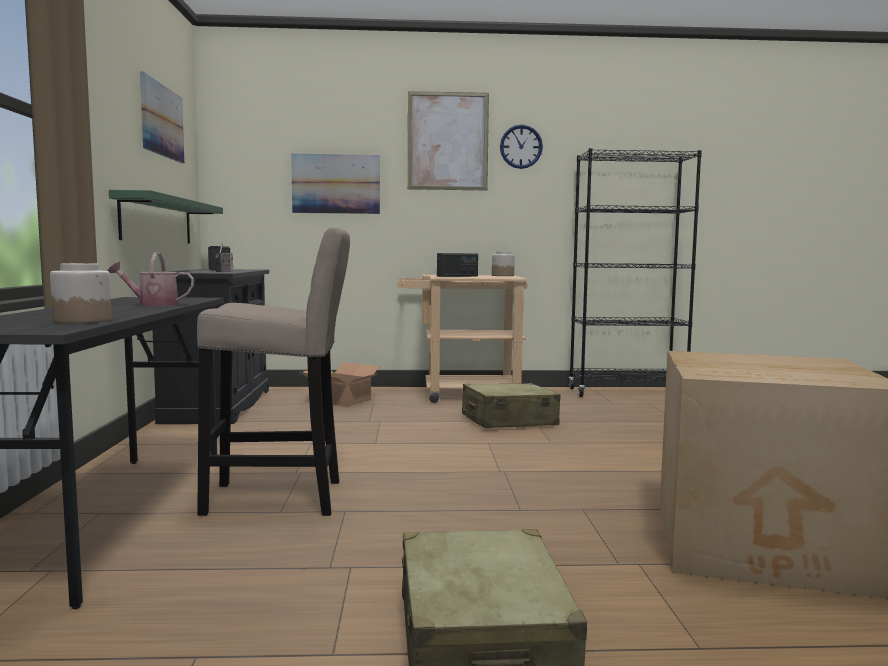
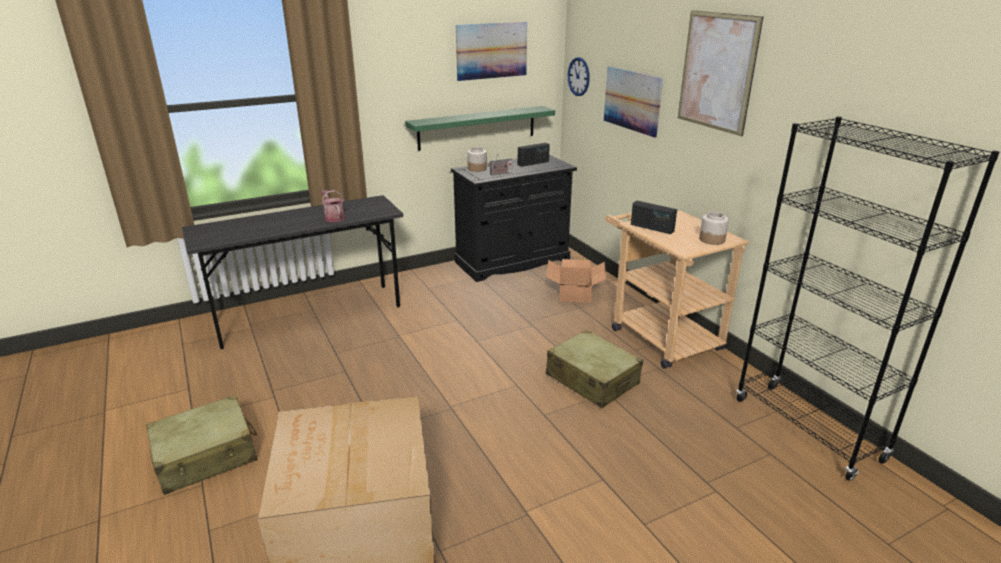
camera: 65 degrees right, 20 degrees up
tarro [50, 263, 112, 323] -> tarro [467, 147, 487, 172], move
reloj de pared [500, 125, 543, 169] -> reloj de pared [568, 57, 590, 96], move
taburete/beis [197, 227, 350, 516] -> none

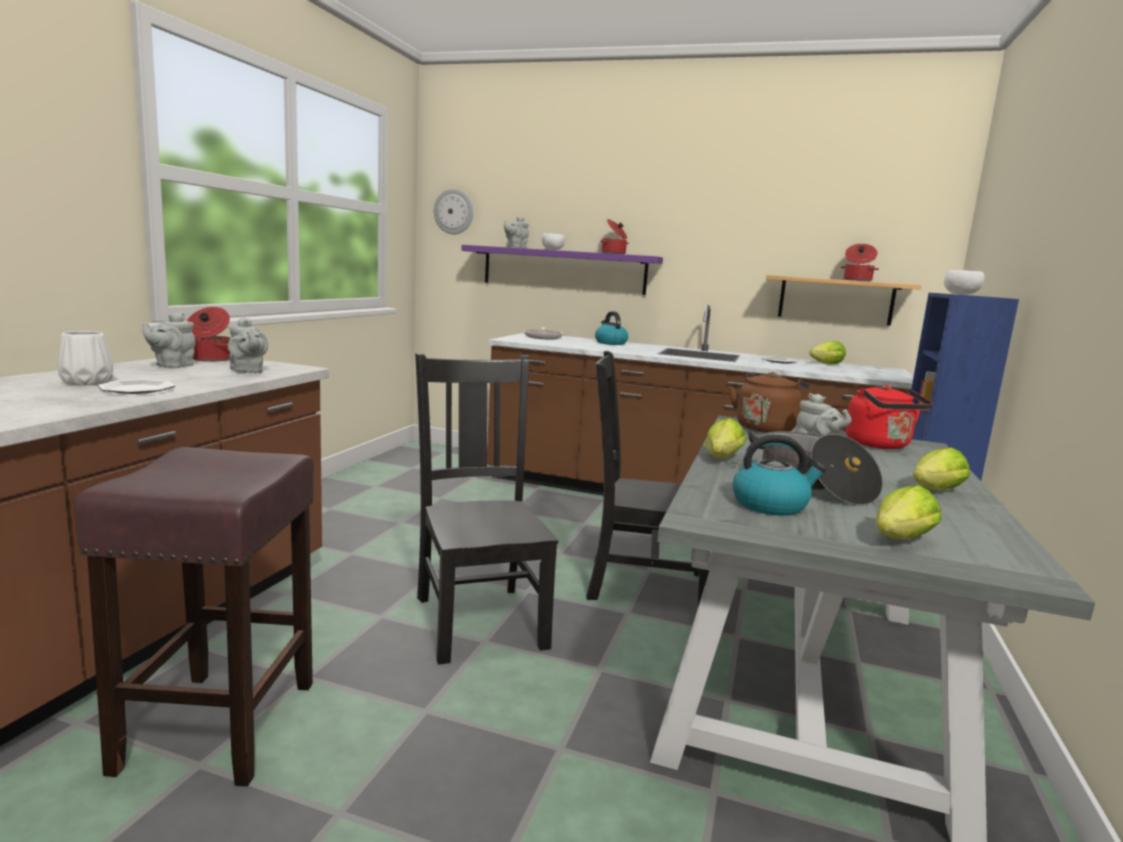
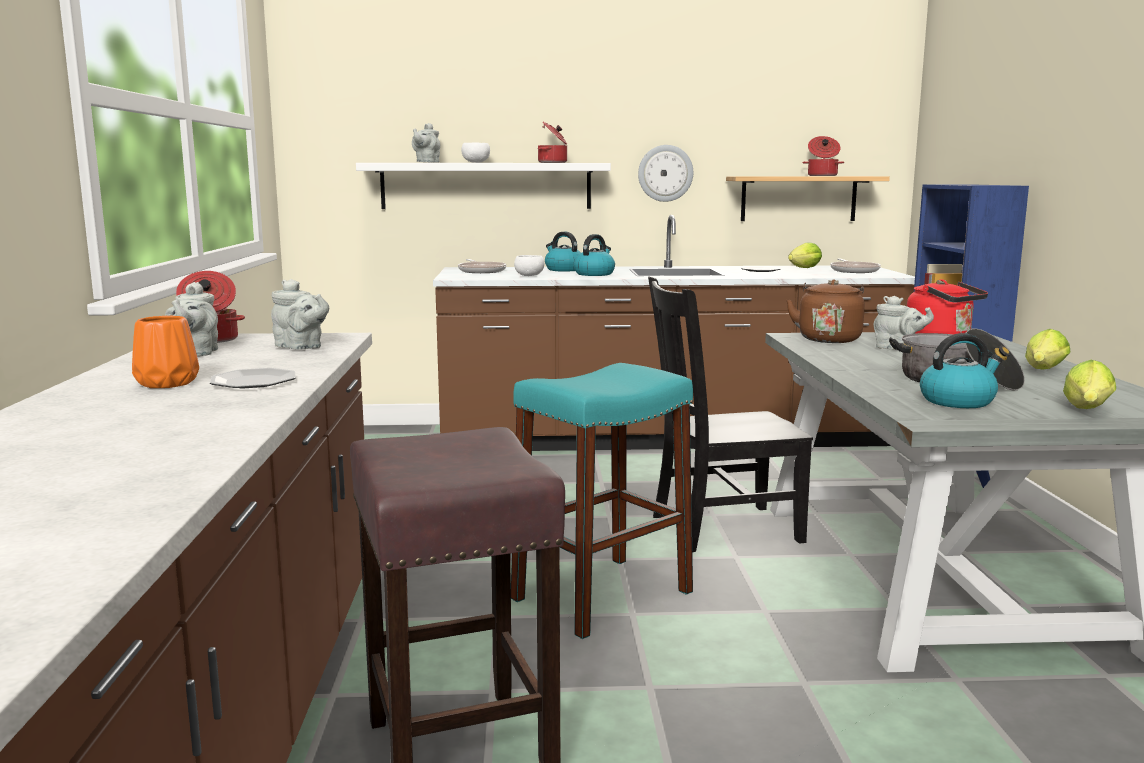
camera: 20 degrees left, 0 degrees up
florero/blanco [57, 331, 113, 386] -> florero/naranja [132, 316, 199, 388]
estante/morado [461, 245, 663, 295] -> estante/blanco [356, 163, 611, 209]
silla/negro [415, 353, 558, 665] -> taburete/turquesa [511, 363, 693, 639]
cuenco/blanco [944, 270, 985, 295] -> cuenco/blanco [514, 255, 544, 276], move
none -> hervidor [574, 234, 615, 276]
reloj de pared [434, 189, 473, 234] -> reloj de pared [638, 145, 693, 202], move
none -> sartén [830, 259, 881, 273]
lechuga [705, 418, 746, 458] -> none

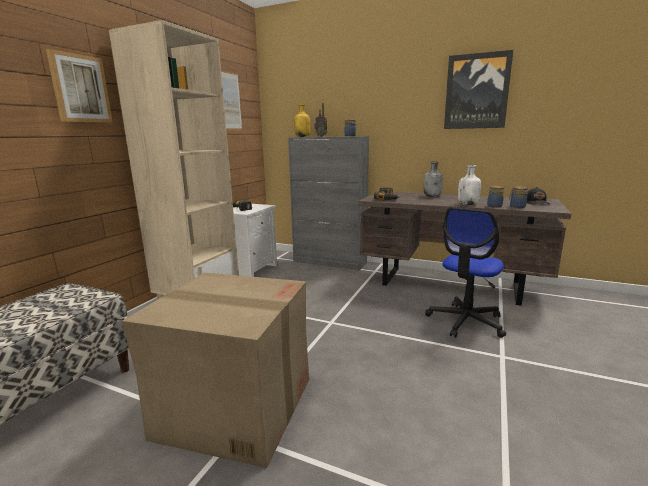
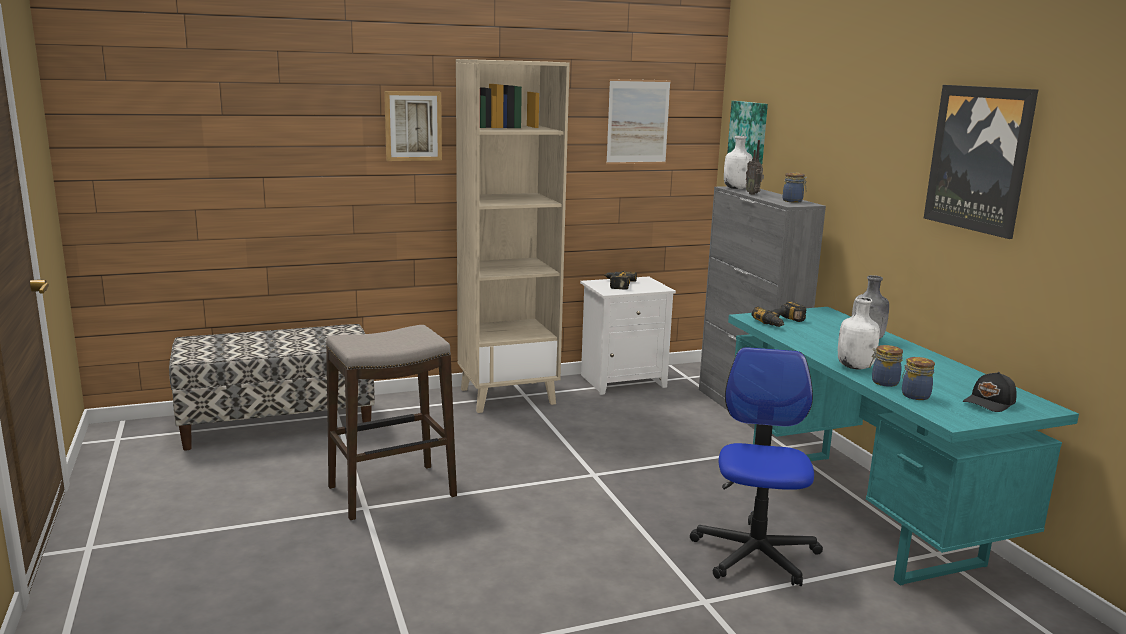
camera: 45 degrees right, 0 degrees up
caja de cartón [122, 273, 309, 468] -> taburete [326, 325, 457, 520]
silla de oficina [425, 207, 506, 338] -> silla de oficina [690, 347, 823, 586], 105 degrees clockwise
botella/amarillo [294, 104, 310, 137] -> botella/blanco [724, 136, 753, 189]
none -> cuadro [727, 101, 768, 165]
escritorio/marrón [358, 191, 571, 306] -> escritorio/turquesa [728, 307, 1079, 586]

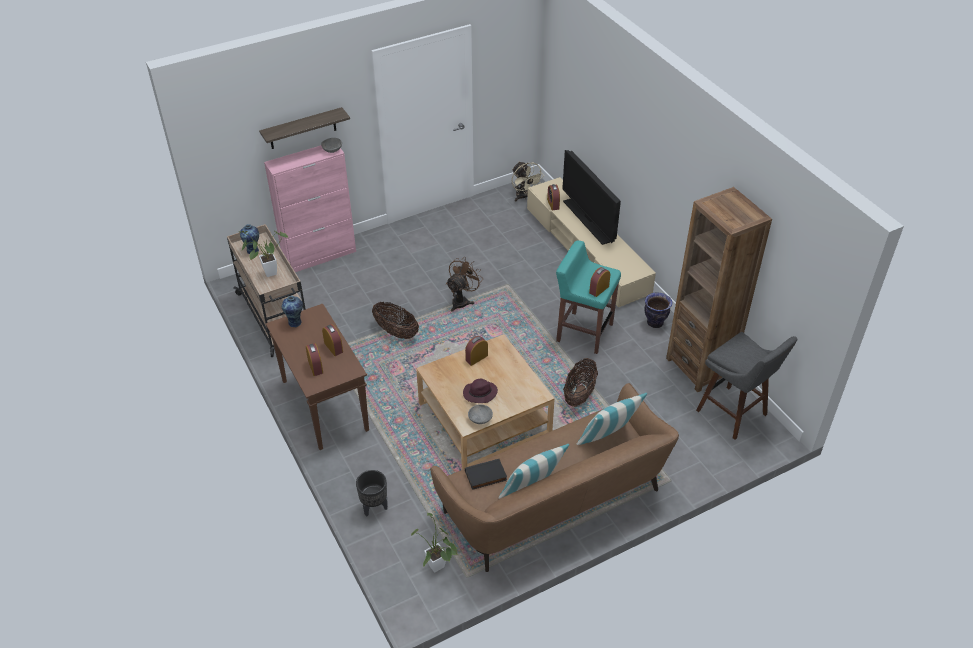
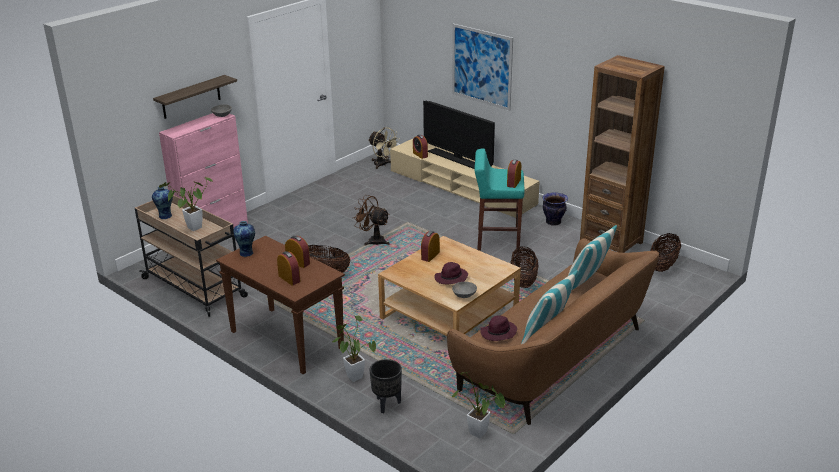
camera: 20 degrees left, 15 degrees down
none -> planta en maceta [332, 316, 376, 382]
ventilador/marrón [446, 257, 481, 312] -> ventilador/marrón [353, 195, 390, 246], 75 degrees counterclockwise
none -> cuadro [452, 24, 513, 111]
libro/negro [465, 459, 507, 490] -> sombrero/morado [480, 315, 517, 341]
taburete/gris [696, 332, 798, 440] -> cesta [650, 233, 681, 272]

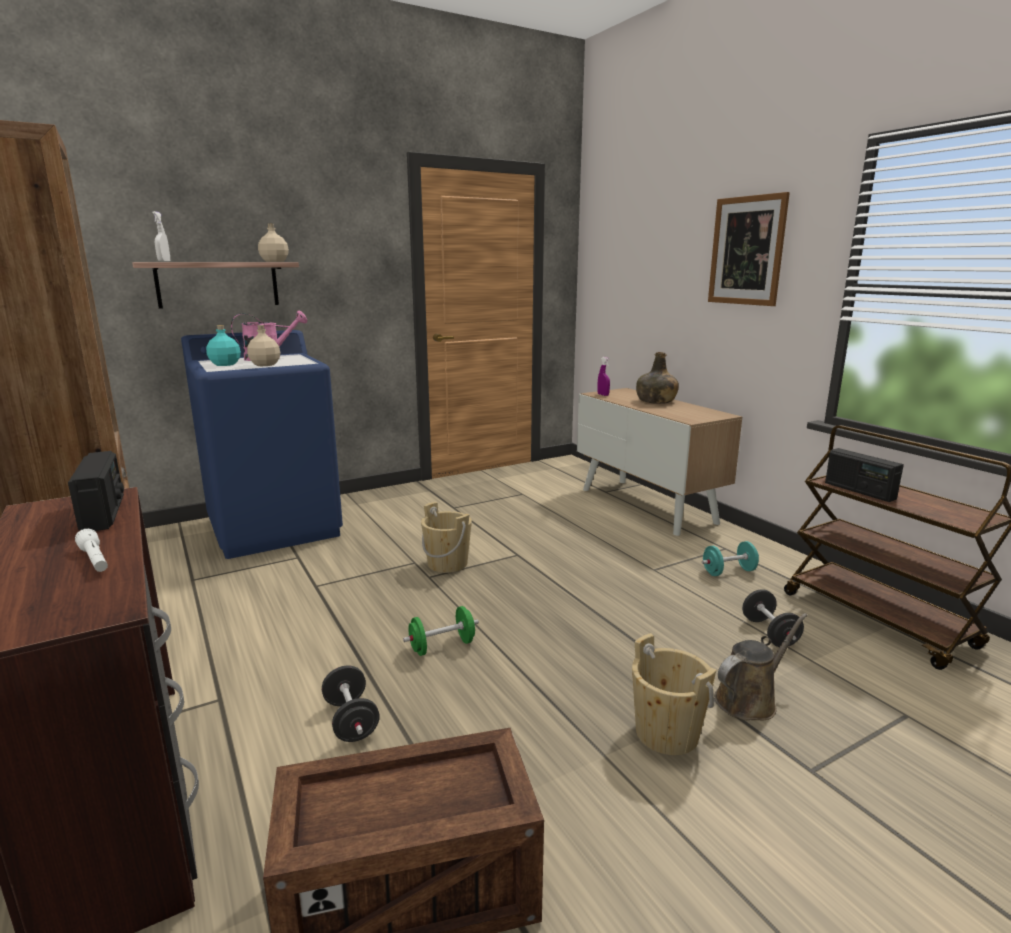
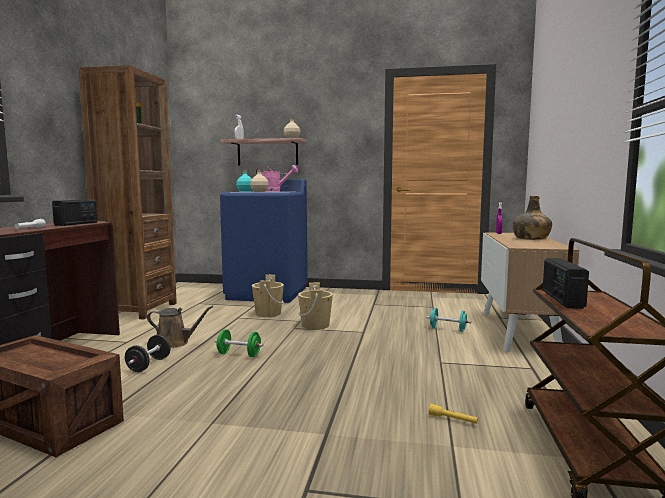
camera: 40 degrees right, 10 degrees down
regadera/marrón [715, 613, 808, 721] -> regadera/marrón [147, 306, 213, 348], move
cubo/beis [632, 633, 716, 755] -> cubo/beis [252, 275, 284, 317], move
mancuerna/turquesa [702, 541, 759, 576] -> mancuerna/turquesa [426, 308, 471, 332], move
mancuerna/negro [742, 589, 804, 647] -> linterna/amarillo [429, 404, 478, 424]
cuadro [708, 192, 790, 306] -> none

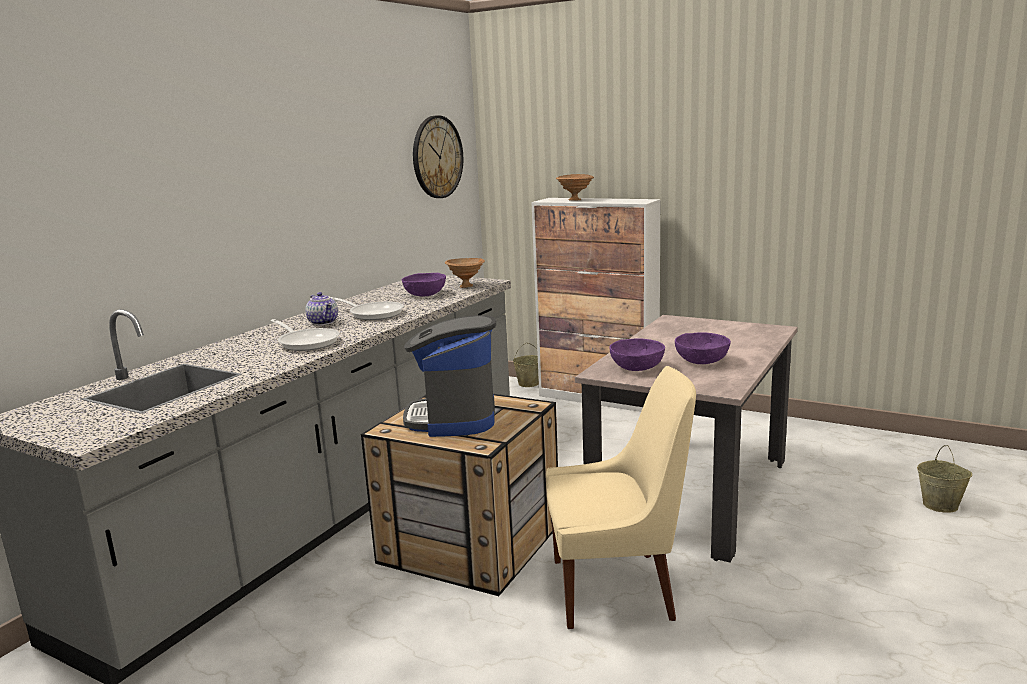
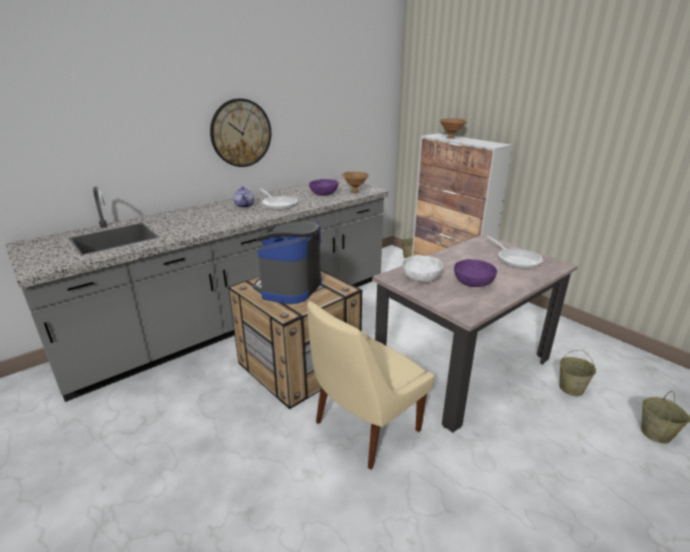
camera: 20 degrees right, 10 degrees up
reloj de pared [413, 115, 463, 198] -> reloj de pared [210, 98, 271, 167], move
silla/beis [546, 366, 696, 629] -> silla/beis [307, 301, 434, 470], 120 degrees clockwise
cuenco/morado [609, 338, 665, 371] -> cuenco/blanco [402, 255, 443, 282]
sartén [271, 319, 340, 351] -> sartén [487, 236, 543, 269], move
none -> cubo/beis [560, 350, 596, 396]

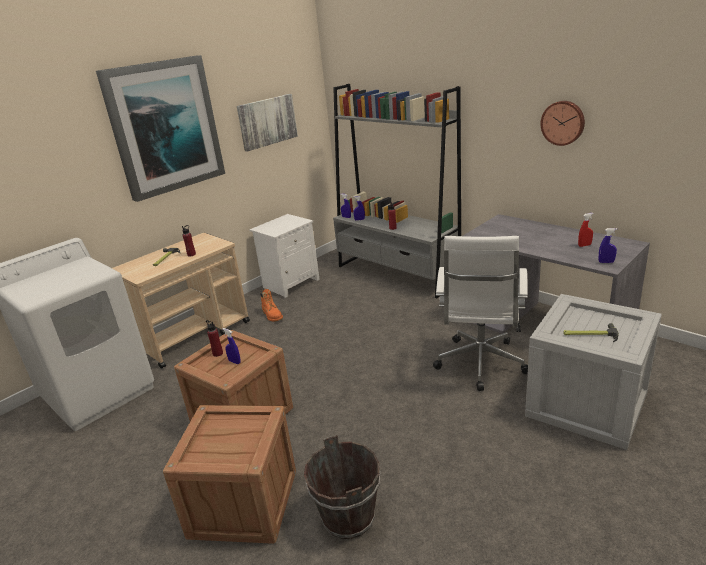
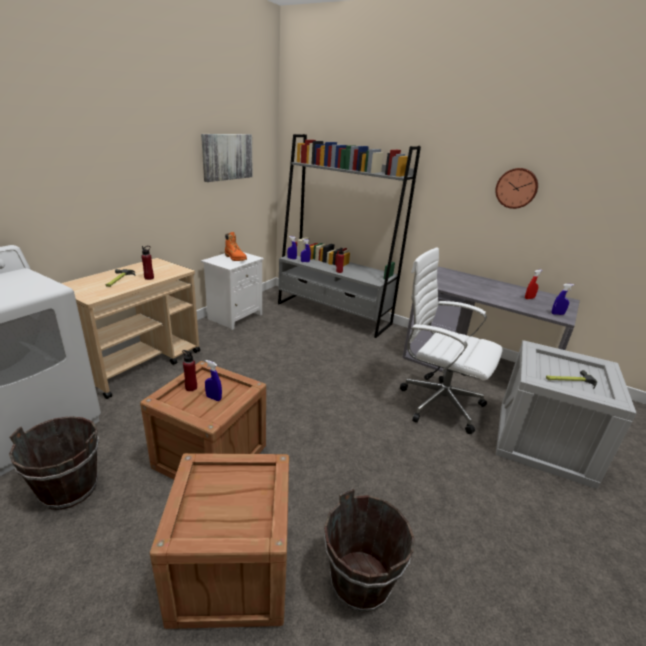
camera: 15 degrees left, 0 degrees up
none -> cubo/marrón [9, 416, 99, 510]
bota/naranja [260, 289, 283, 322] -> bota/naranja [225, 232, 247, 261], move
silla de oficina/blanco [433, 236, 528, 391] -> silla de oficina/blanco [400, 247, 503, 434], 120 degrees clockwise
cuadro [96, 55, 225, 202] -> none

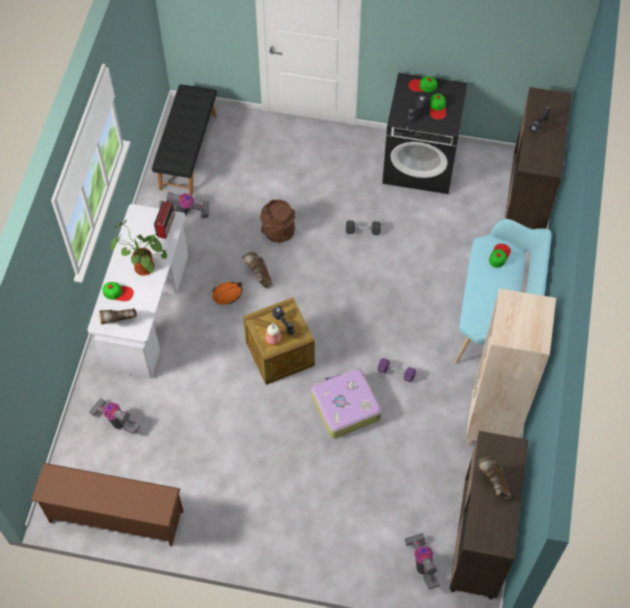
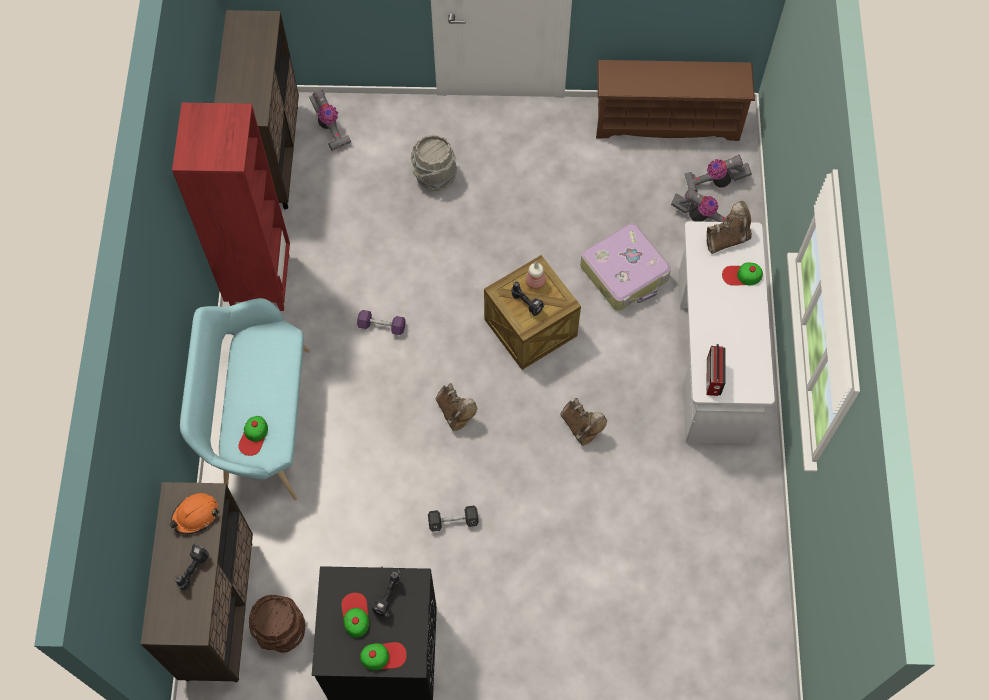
camera: 170 degrees right, 5 degrees up
casco/naranja [212, 282, 242, 305] -> casco/naranja [169, 493, 219, 534], move
estantería/beis [466, 288, 556, 446] -> estantería/rojo [172, 103, 290, 311]
cubo/marrón [260, 199, 295, 243] -> cubo/marrón [249, 595, 305, 653], move
none -> cubo/gris [411, 134, 457, 191]
bota/marrón [478, 456, 511, 501] -> bota/marrón [436, 383, 477, 431], move
maleta [311, 368, 382, 439] -> maleta [580, 223, 671, 311], move
aspiradora [159, 192, 210, 219] -> aspiradora [684, 155, 752, 192], move
planta en maceta [111, 220, 167, 276] -> none
banco/negro [152, 84, 217, 195] -> none

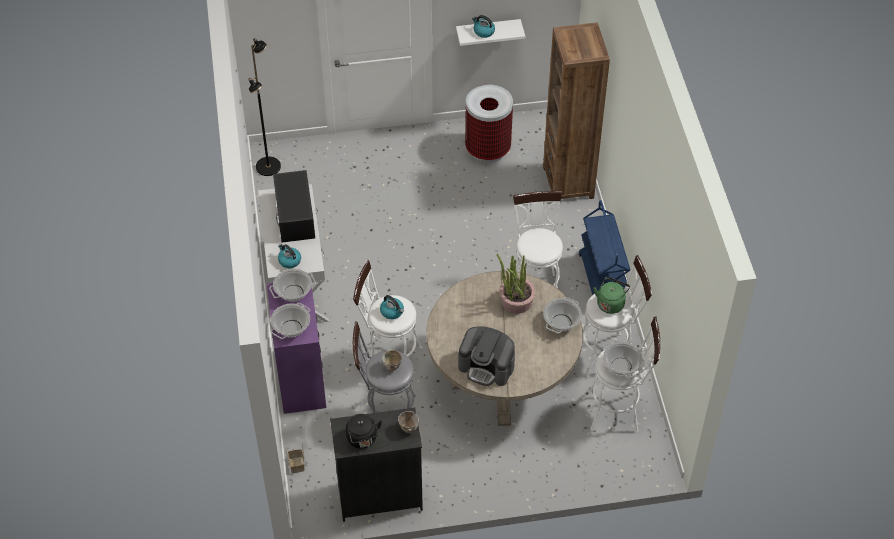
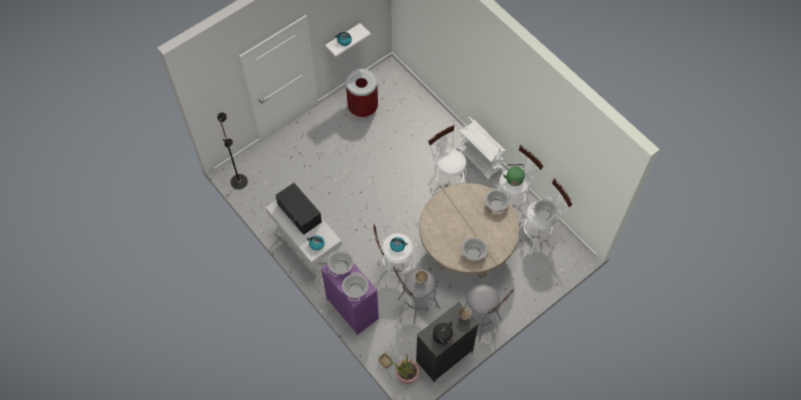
camera: 30 degrees left, 10 degrees up
planta en maceta [497, 253, 536, 314] -> planta en maceta [392, 353, 420, 384], move
carrito/azul [579, 200, 630, 295] -> carrito/blanco [457, 117, 506, 181]
cafetera [458, 326, 515, 386] -> olla [459, 237, 490, 260]
none -> taburete/gris [465, 284, 514, 340]
estantería/marrón [543, 23, 610, 199] -> none

